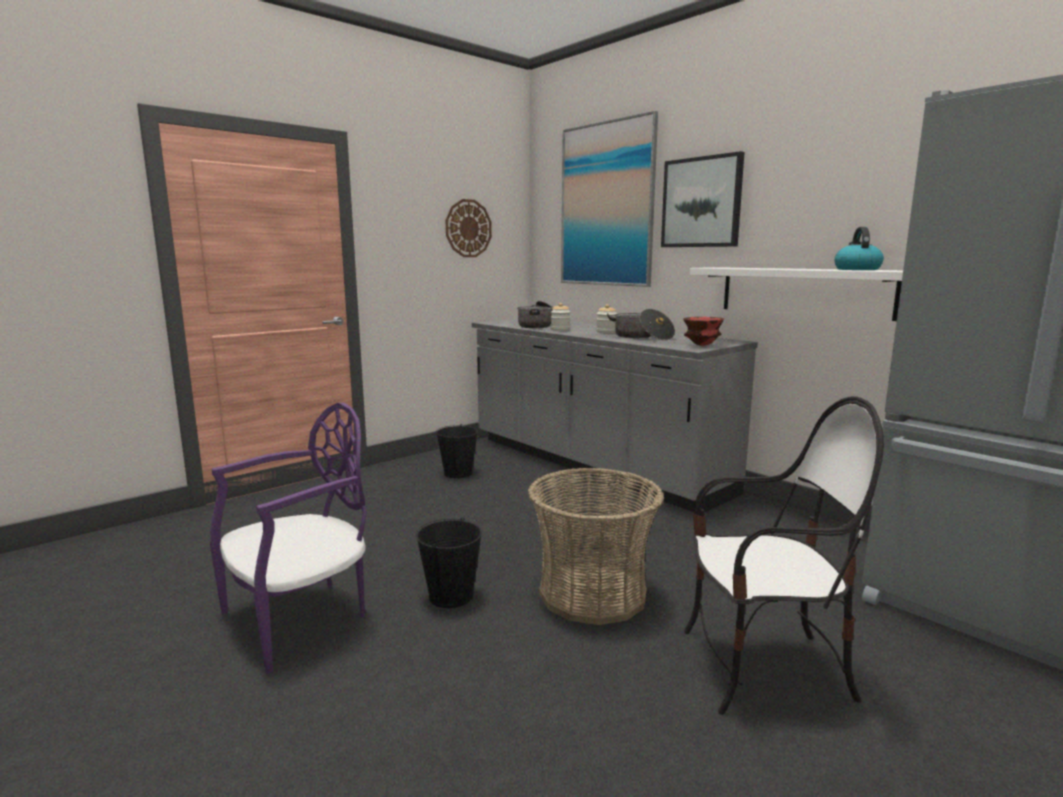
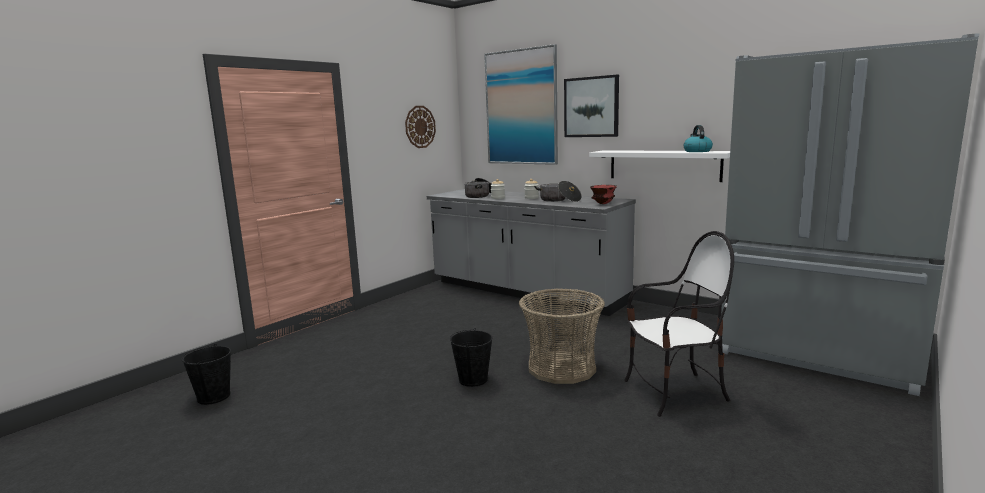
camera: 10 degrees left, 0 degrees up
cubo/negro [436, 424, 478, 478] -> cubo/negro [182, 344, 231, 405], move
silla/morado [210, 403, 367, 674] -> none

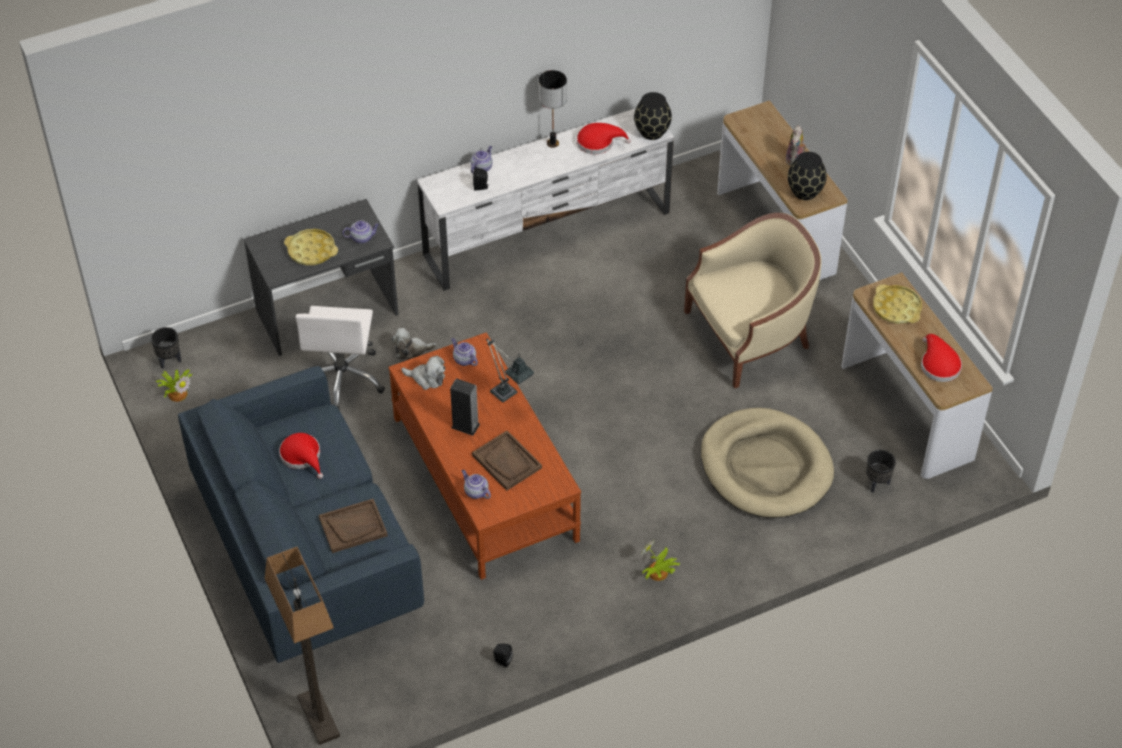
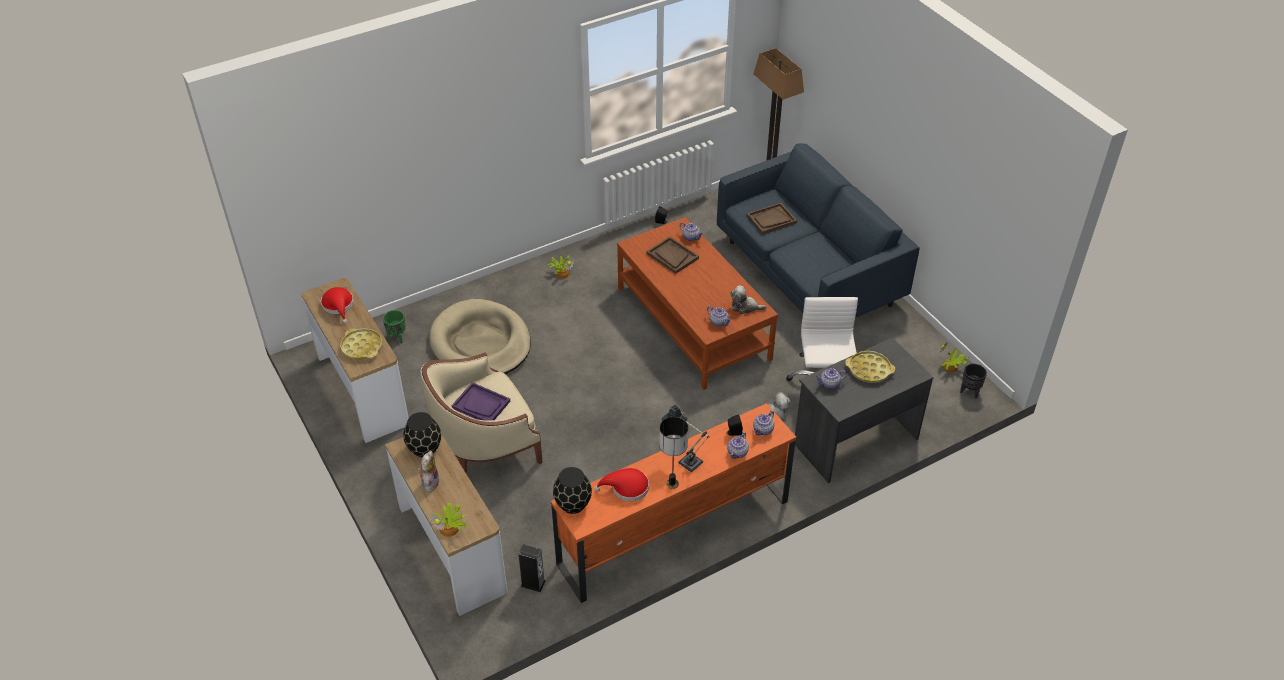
camera: 175 degrees right, 5 degrees down
maceta/negro [866, 450, 896, 493] -> maceta/verde [383, 310, 406, 343]
none -> planta en maceta [430, 503, 467, 537]
none -> bandeja/morado [452, 382, 510, 421]
altavoz [450, 378, 480, 436] -> altavoz [518, 544, 546, 592], move
mueble de televisión/blanco [417, 108, 674, 291] -> mueble de televisión/naranja [551, 403, 796, 603]
lámpara de mesa [486, 338, 534, 402] -> lámpara de mesa [661, 405, 709, 472], move
none -> tetera [753, 411, 774, 435]
sombrero/rojo [279, 433, 323, 479] -> none

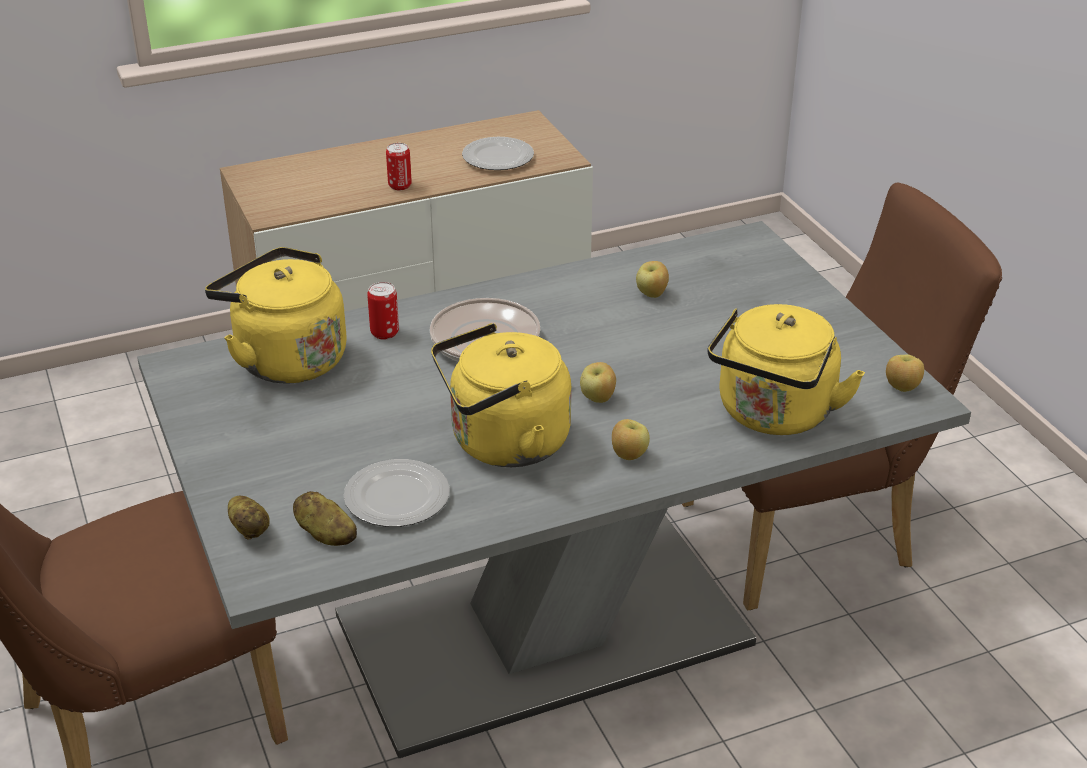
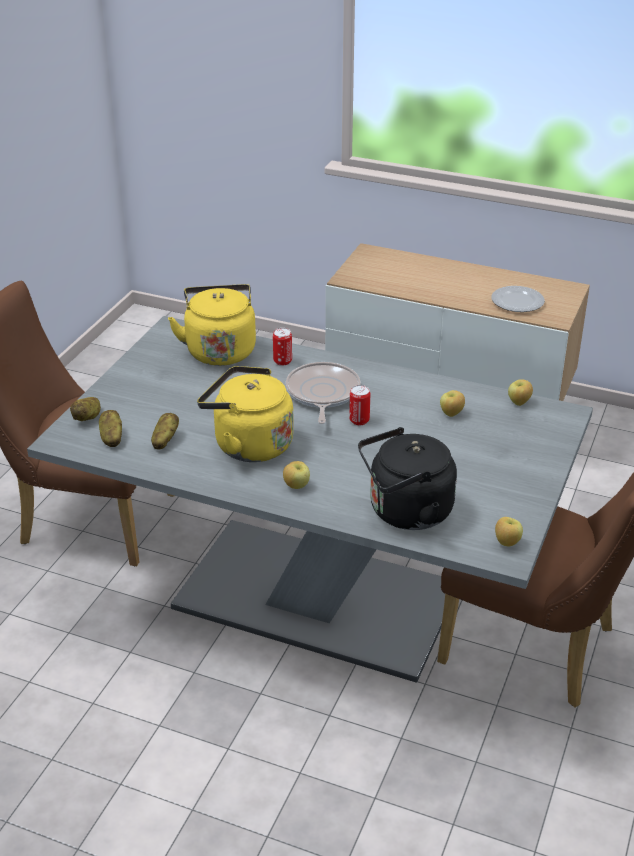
camera: 45 degrees right, 0 degrees up
plato [344, 459, 450, 527] -> patata [151, 413, 179, 450]
lata [386, 143, 412, 191] -> lata [349, 385, 370, 425], move
hervidor/amarillo [707, 304, 865, 435] -> hervidor/negro [358, 427, 457, 530]
manzana [580, 362, 616, 403] -> manzana [508, 379, 533, 406], move

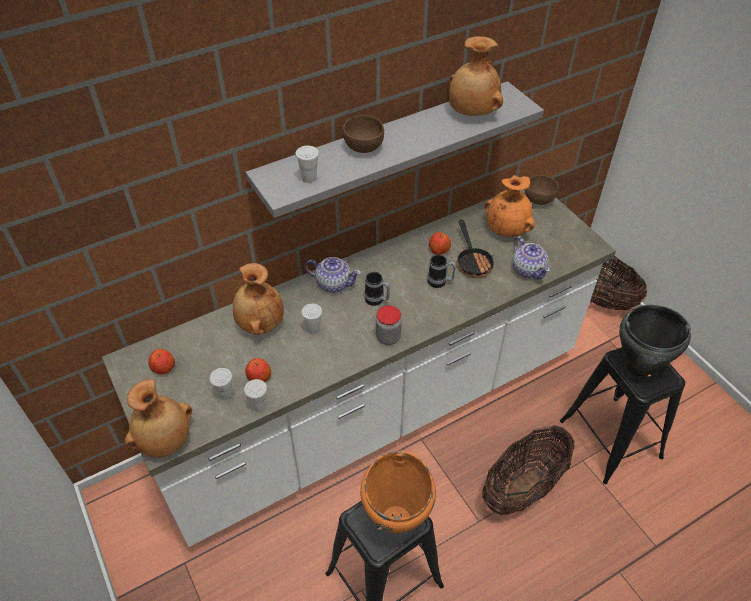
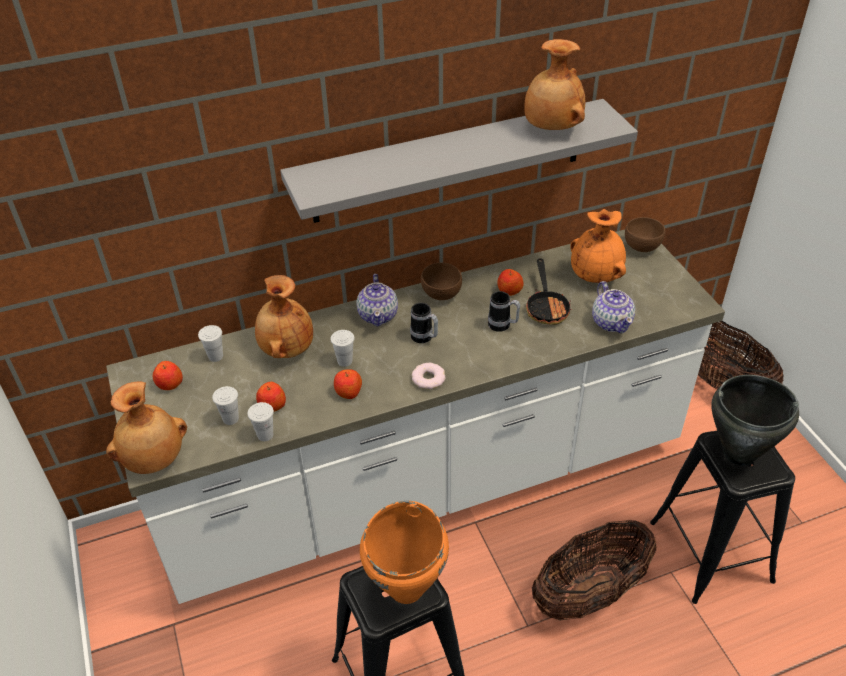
camera: 10 degrees right, 5 degrees down
taza/blanco [295, 146, 319, 183] -> taza/blanco [198, 325, 223, 362], move
none -> manzana [334, 369, 362, 399]
tetera [305, 257, 361, 293] -> tetera [356, 274, 398, 327], 60 degrees clockwise
tarro [376, 305, 402, 345] -> rosquilla [412, 363, 446, 389]
cuenco/marrón [343, 115, 384, 153] -> cuenco/marrón [421, 262, 462, 300], move

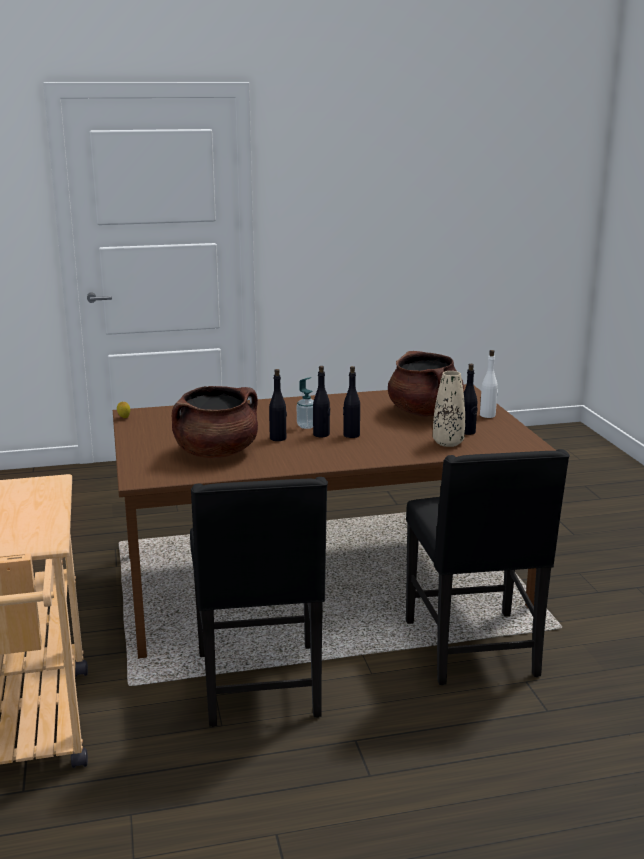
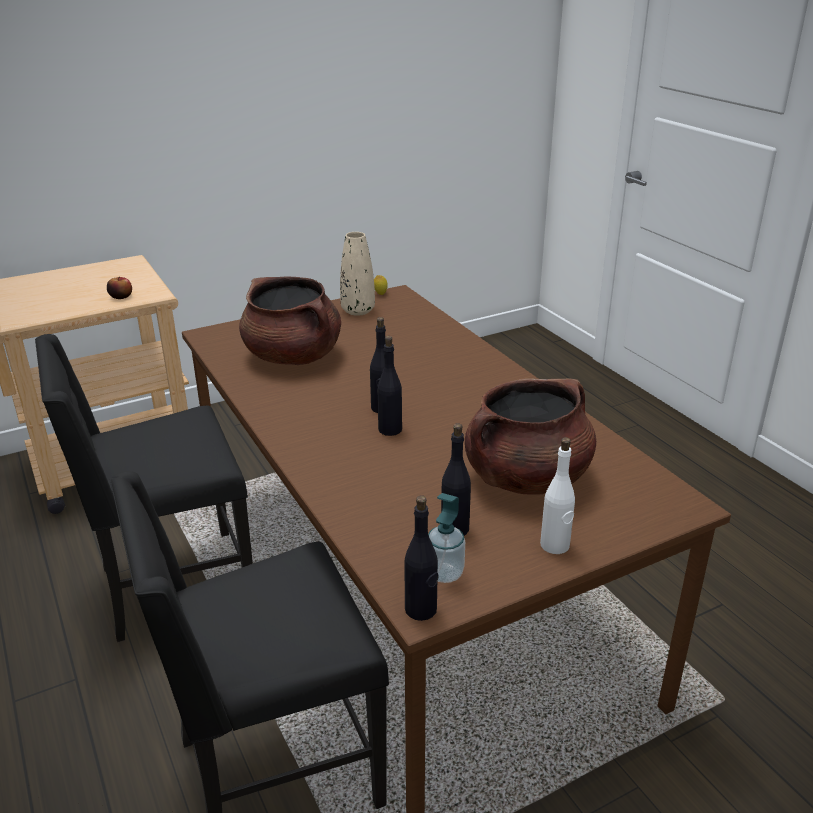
camera: 75 degrees right, 10 degrees up
none -> manzana [107, 277, 132, 299]
florero/beis [433, 371, 465, 447] -> florero/beis [340, 232, 375, 316], move
botella/negro [269, 369, 287, 441] -> botella/negro [404, 495, 438, 621], move
dispensador de jabón [297, 377, 314, 429] -> dispensador de jabón [428, 493, 465, 583], move

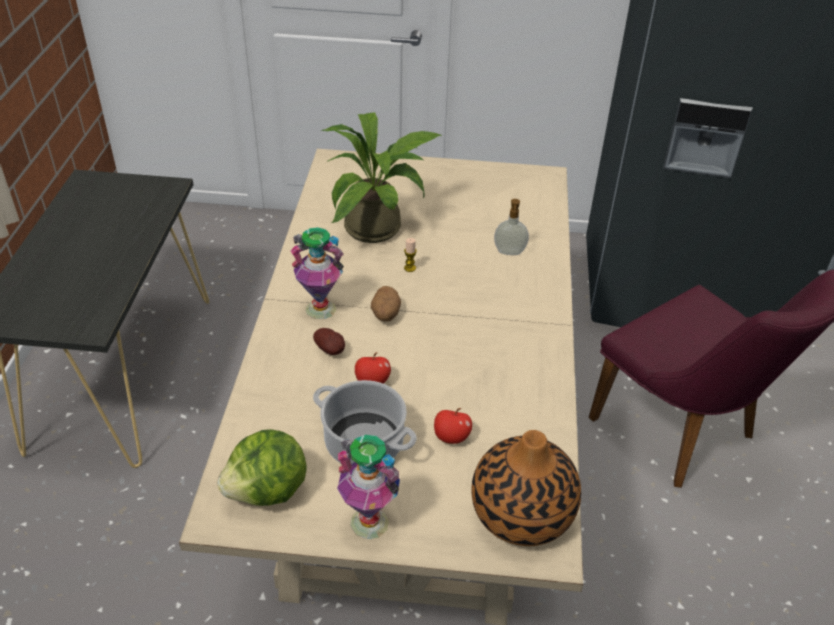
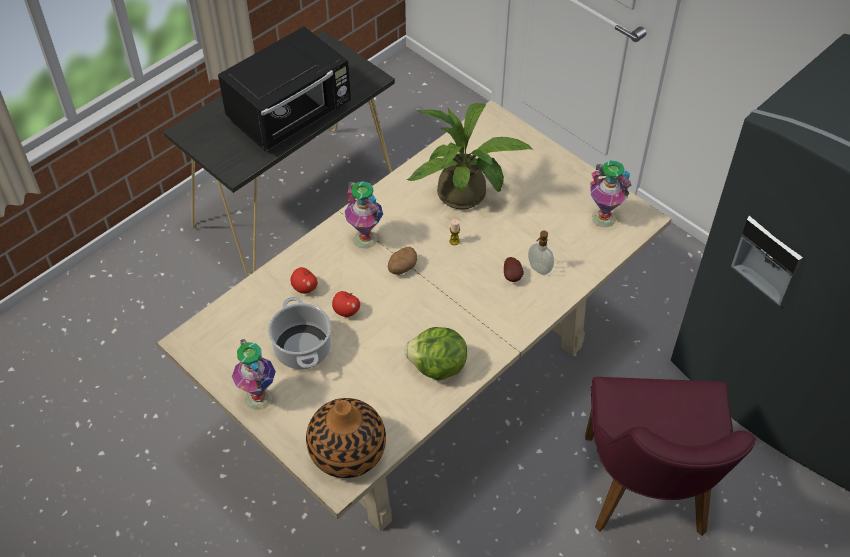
camera: 40 degrees right, 10 degrees up
none -> microondas/negro [218, 26, 351, 151]
manzana [434, 408, 472, 444] -> manzana [291, 267, 318, 294], move
lechuga [217, 429, 307, 506] -> lechuga [404, 327, 467, 380], move
patata [313, 328, 345, 355] -> patata [504, 257, 524, 282], move
none -> florero [590, 161, 632, 227]

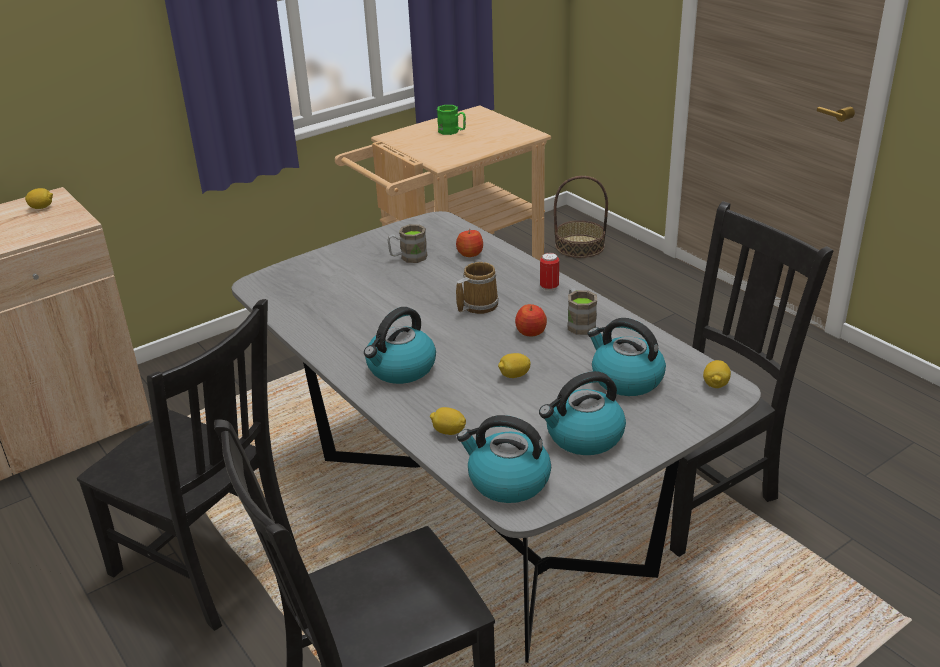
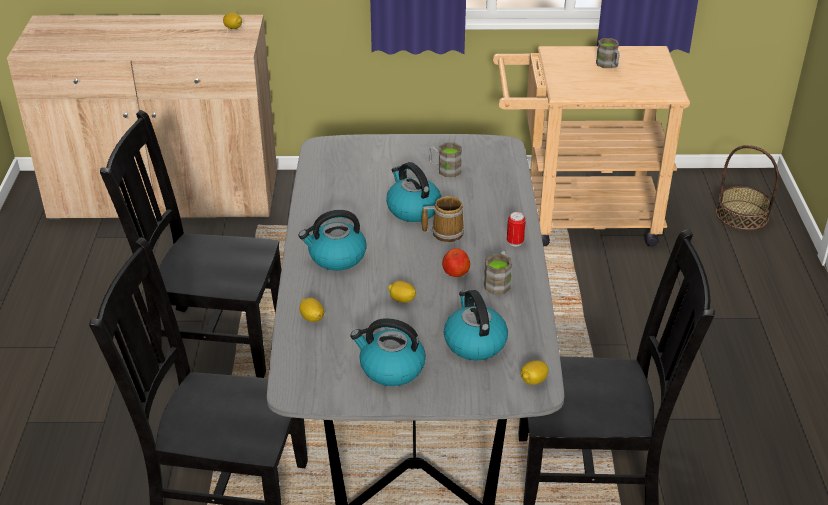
camera: 35 degrees right, 5 degrees up
silla/negro [77, 299, 297, 631] -> silla/negro [100, 110, 281, 378], 120 degrees clockwise
hervidor [457, 415, 551, 503] -> hervidor [386, 162, 441, 222], move
taza grande/verde [437, 105, 466, 135] -> taza grande/marrón [596, 38, 620, 68]
manzana [456, 230, 483, 257] -> none

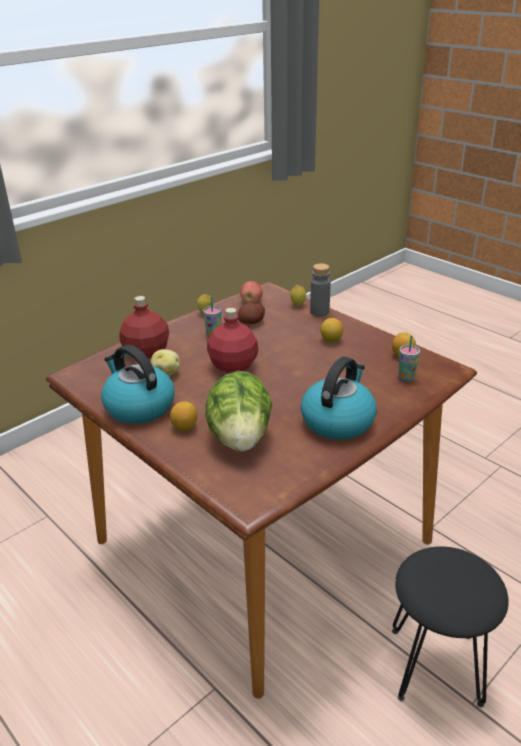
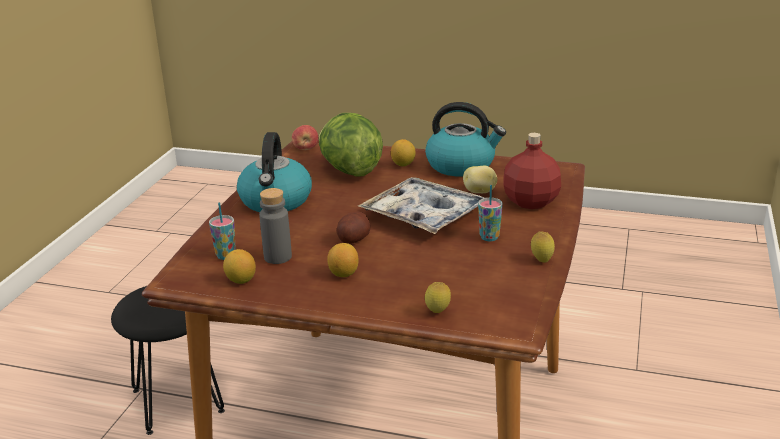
camera: 150 degrees right, 5 degrees down
botella/gris [310, 263, 331, 317] -> botella/gris [259, 188, 292, 264], move
manzana [240, 281, 263, 303] -> manzana [292, 125, 318, 150], move
patata [237, 302, 265, 324] -> patata [337, 212, 370, 244], move
botella/rojo [207, 308, 259, 373] -> bandeja [358, 177, 485, 234]

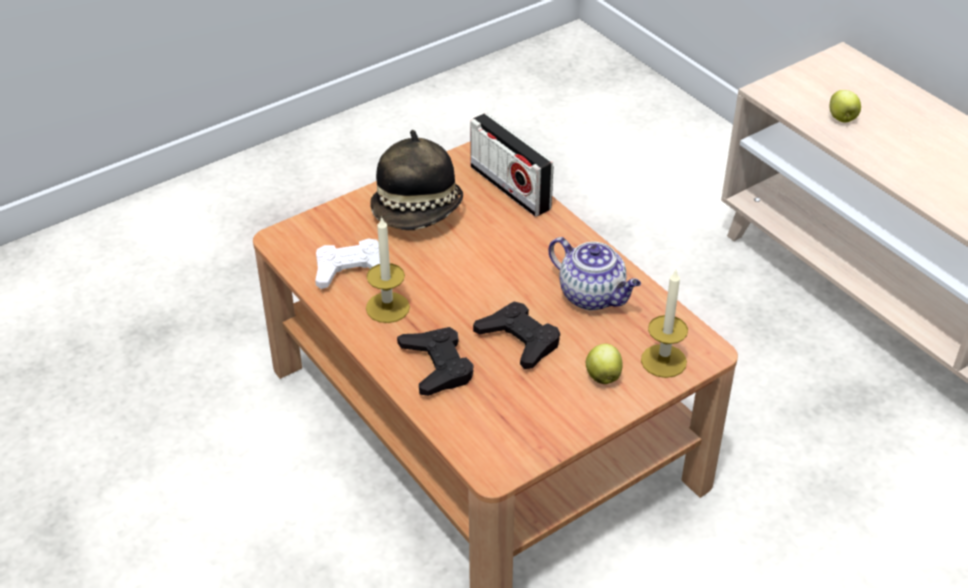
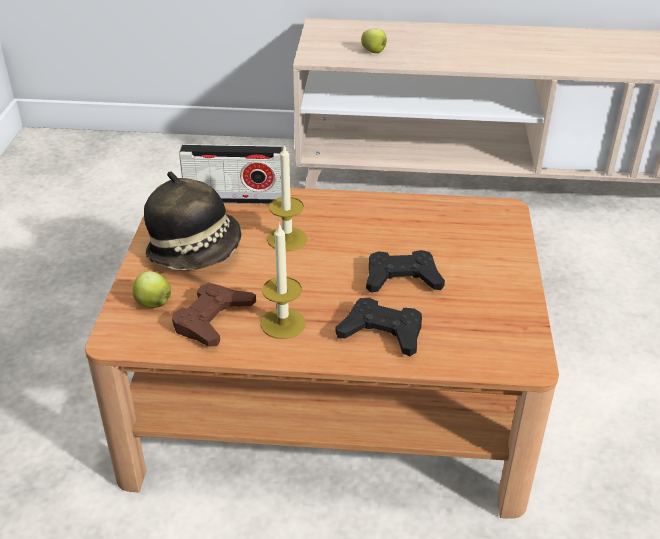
camera: 50 degrees left, 5 degrees down
manzana [586, 344, 622, 384] -> manzana [132, 271, 171, 308], move
mando de consola/blanco [315, 239, 380, 289] -> mando de consola/marrón [172, 282, 256, 347]
vela [641, 270, 688, 378] -> vela [267, 144, 308, 251], move
tetera [549, 237, 641, 310] -> none

